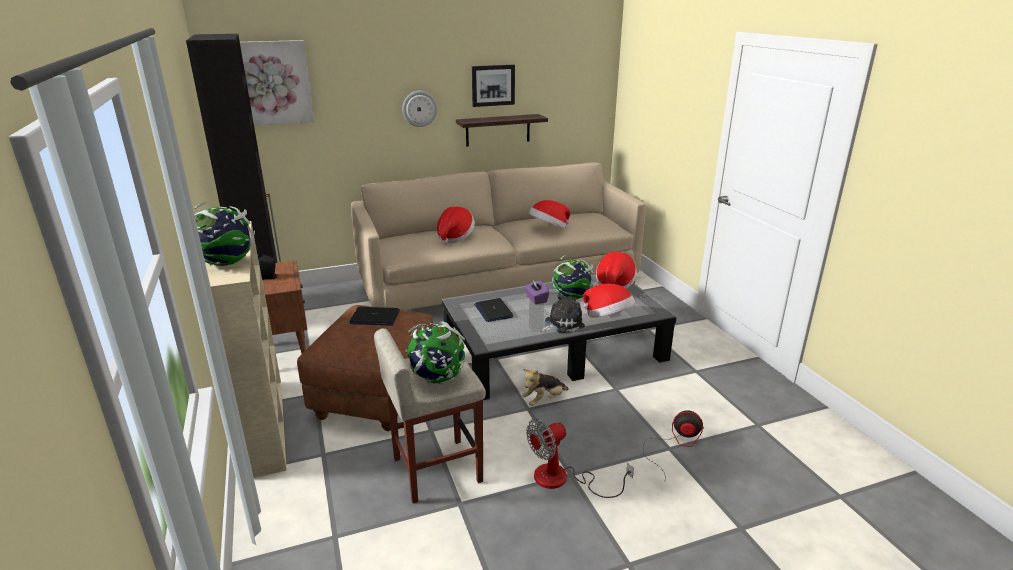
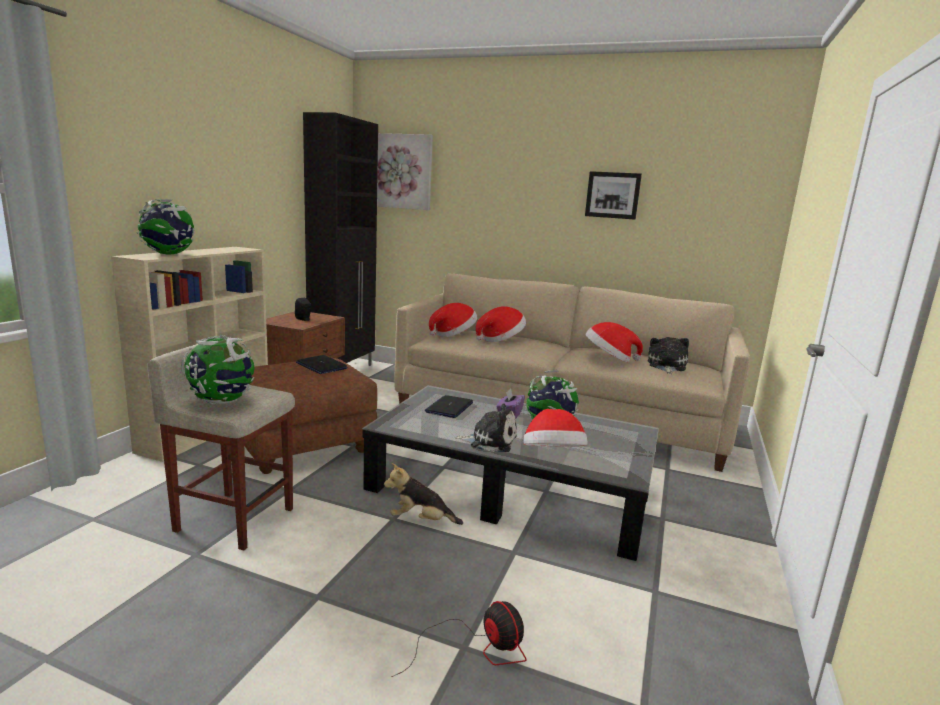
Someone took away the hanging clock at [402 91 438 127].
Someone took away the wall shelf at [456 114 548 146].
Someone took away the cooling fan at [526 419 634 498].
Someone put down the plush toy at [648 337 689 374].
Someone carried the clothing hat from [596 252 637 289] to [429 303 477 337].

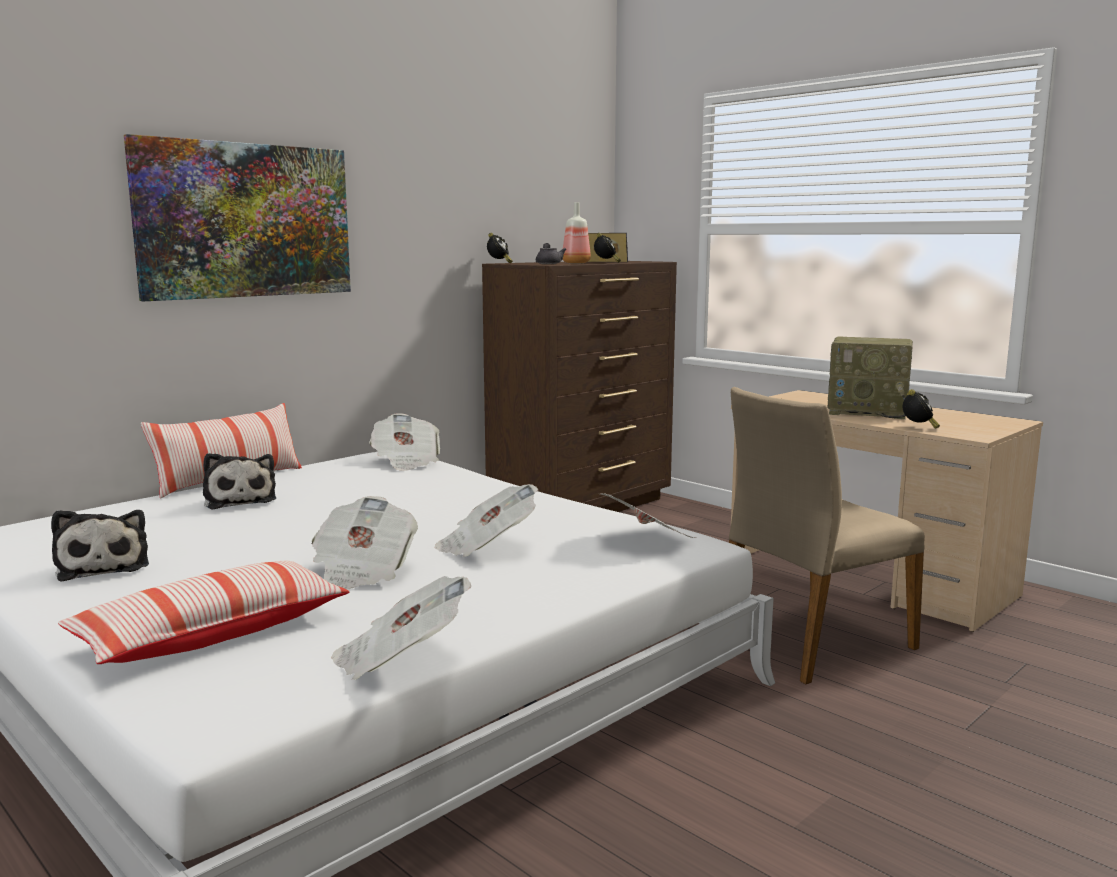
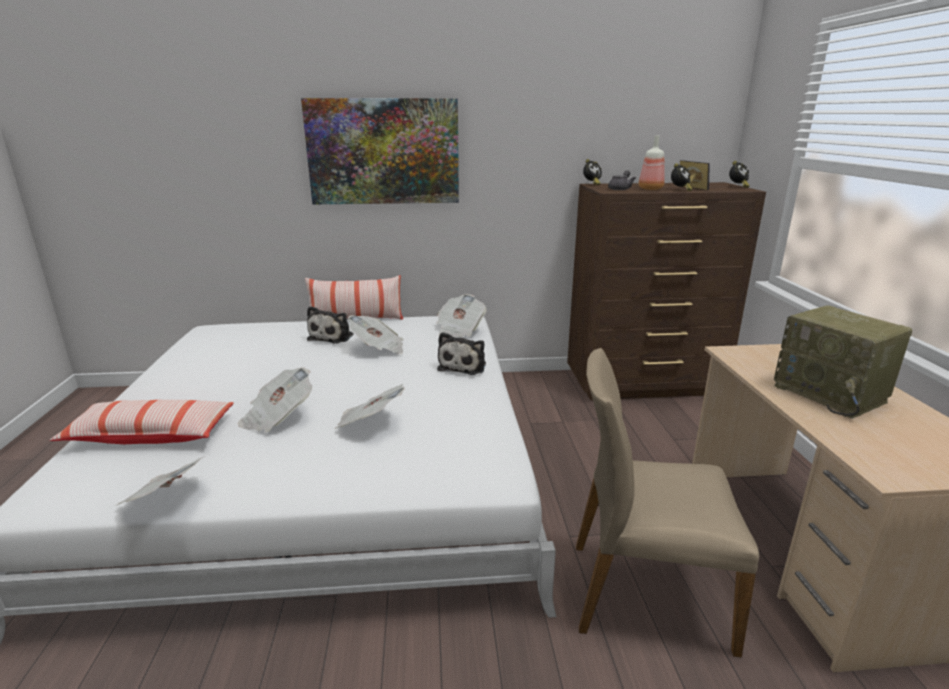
Someone carried the plush toy from [51 510 149 582] to [437 332 486 375].
Someone carried the printed paper from [600 493 695 538] to [348 315 404 354].
Someone carried the bedside clock from [903 389 940 429] to [729 161 750 188].

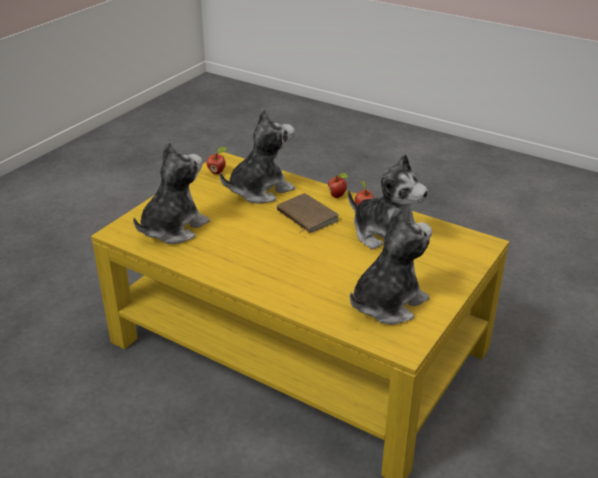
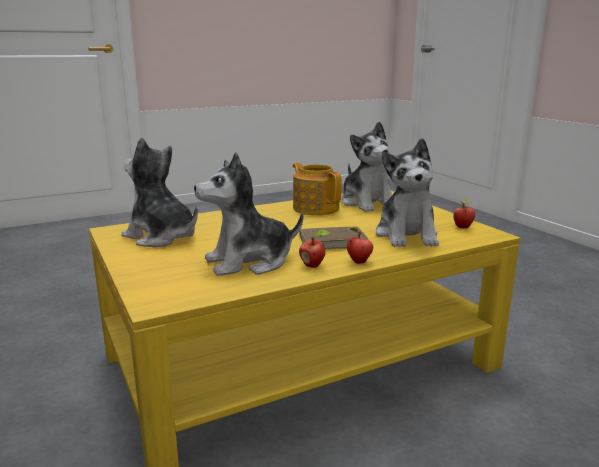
Someone put down the pot for tea at [293 163 342 215].
Someone rotated the plush toy at [350 208 432 325] by 135 degrees clockwise.

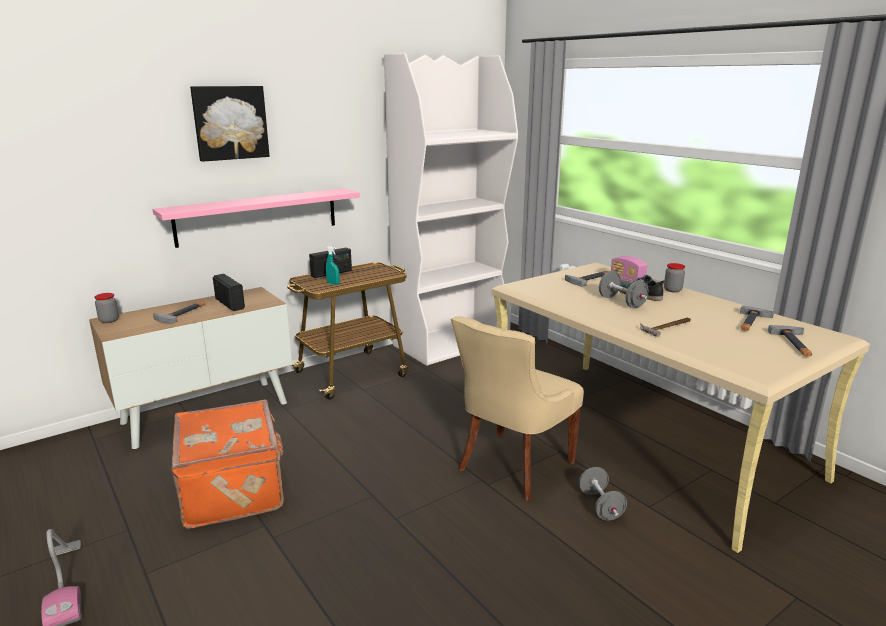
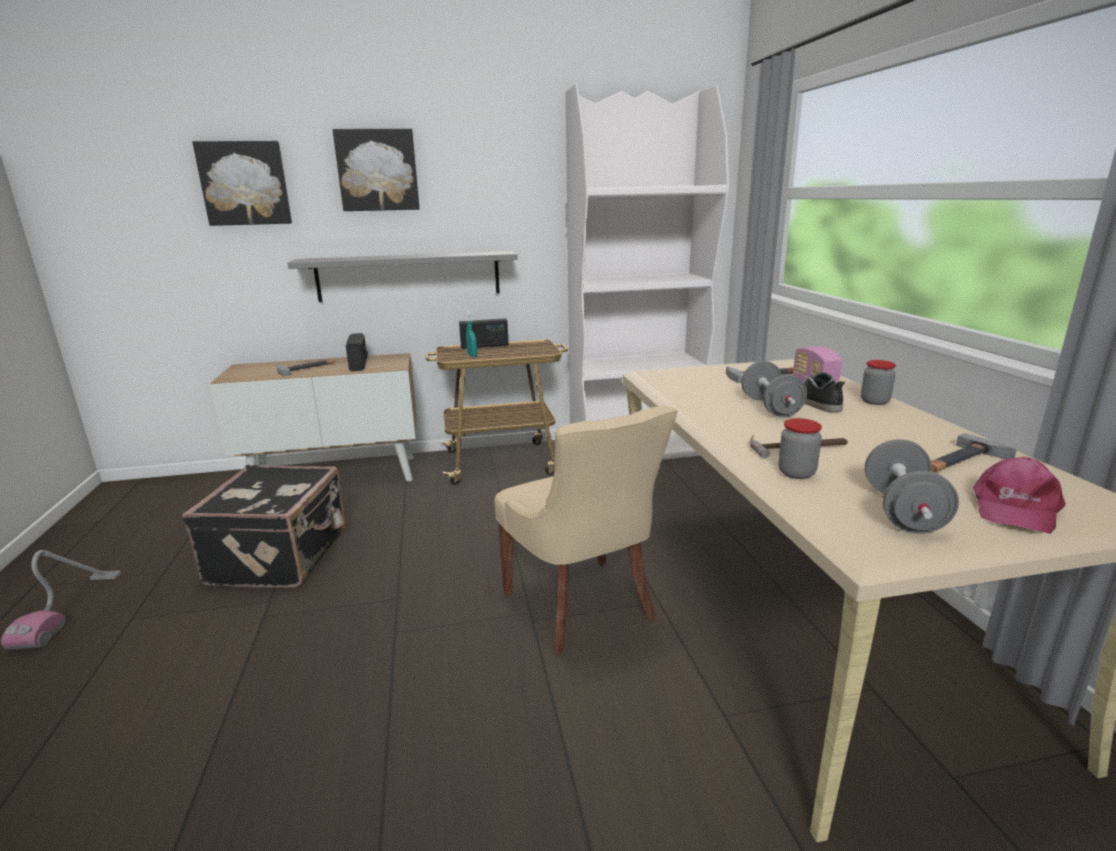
Someone put up the wall picture at [192 141 292 226].
Someone carried the storage jar from [95 293 119 323] to [778 418 822 479].
Someone carried the hand weight (grey) from [579 467 627 520] to [865 439 959 534].
Someone swapped the hand hammer at [768 325 812 357] for the peaked cap (pink-coloured) at [973 457 1066 534].
Someone repainted the wall shelf (pink-coloured) at [153 188 360 248], which became the wall shelf (grey) at [288 251 518 302].
Someone repainted the piece of luggage (orange-coloured) at [172 400 284 529], which became the piece of luggage (black-coloured) at [182 465 346 588].
Someone rotated the plain chair (beige-coloured) at [451 316 584 501] by 90 degrees counterclockwise.

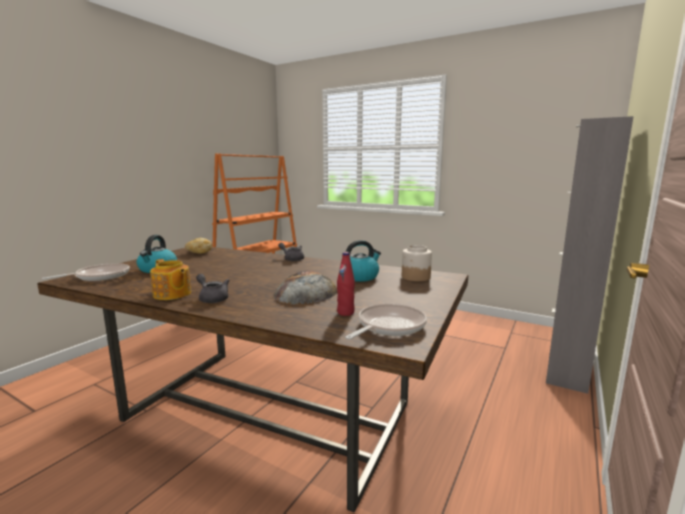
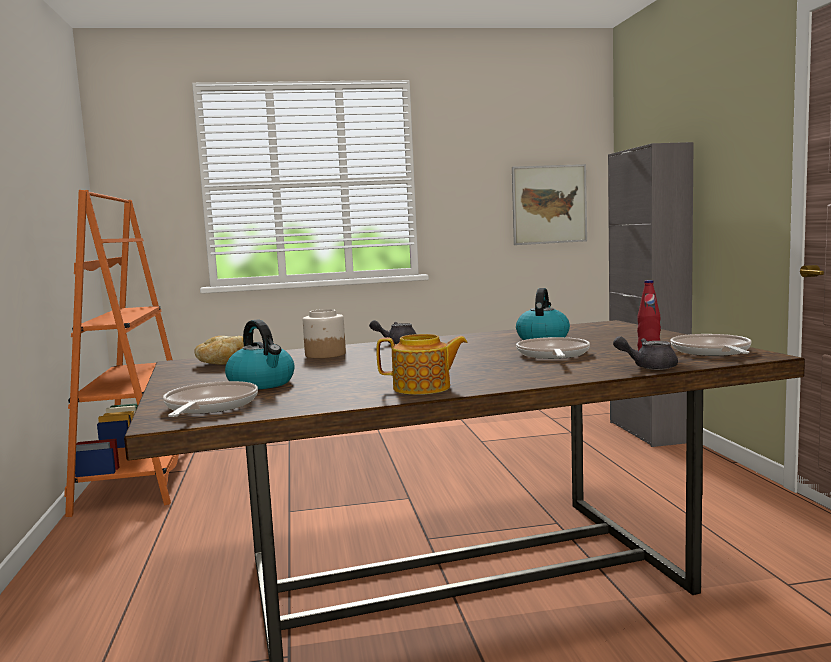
Someone put up the wall picture at [512 164 587 245].
Someone carried the pot for tea (grey) from [196 274 229 303] to [613 336 678 370].
Someone carried the storage jar from [402 245 432 281] to [303 309 346 358].
Someone swapped the bread at [273 270 337 304] for the skillet at [516 337 590 359].

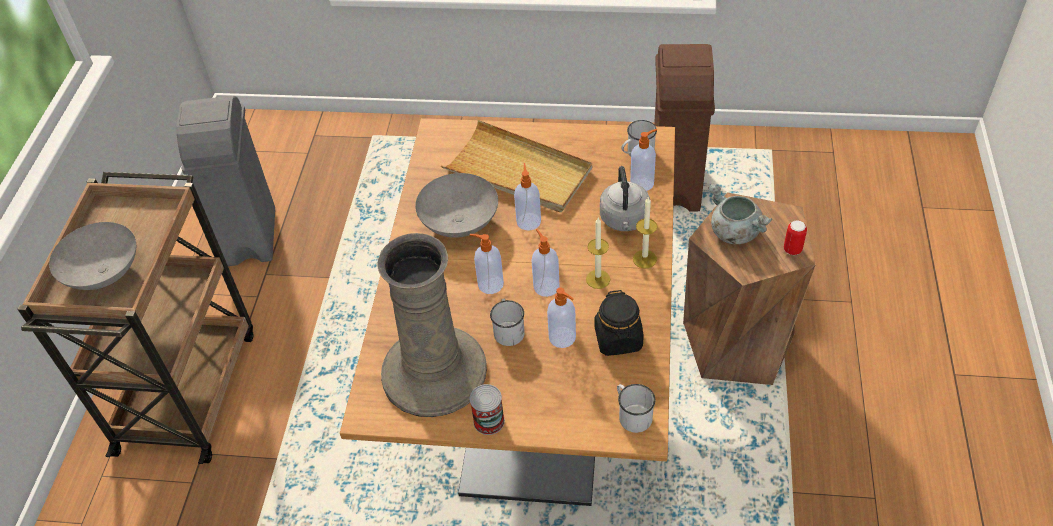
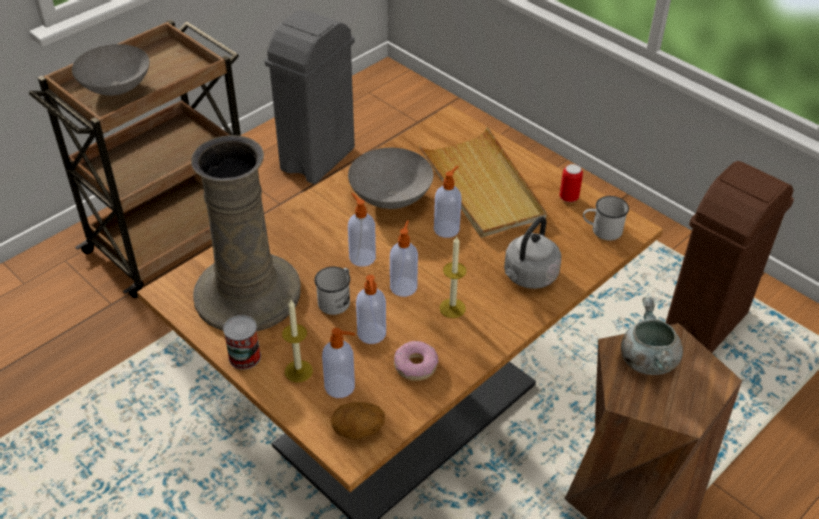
Someone carried the soap dispenser from [630 129 657 191] to [322 328 355 398].
Someone carried the candle from [633 196 657 268] to [282 300 313 382].
Someone carried the metal can from [784 220 807 255] to [559 164 583 202].
Someone swapped the storage jar (black-coloured) at [594 290 643 356] for the ring doughnut at [394 341 439 381].
Someone swapped the coffee mug (whitish) at [617 384 655 433] for the potato at [331 402 385 440].

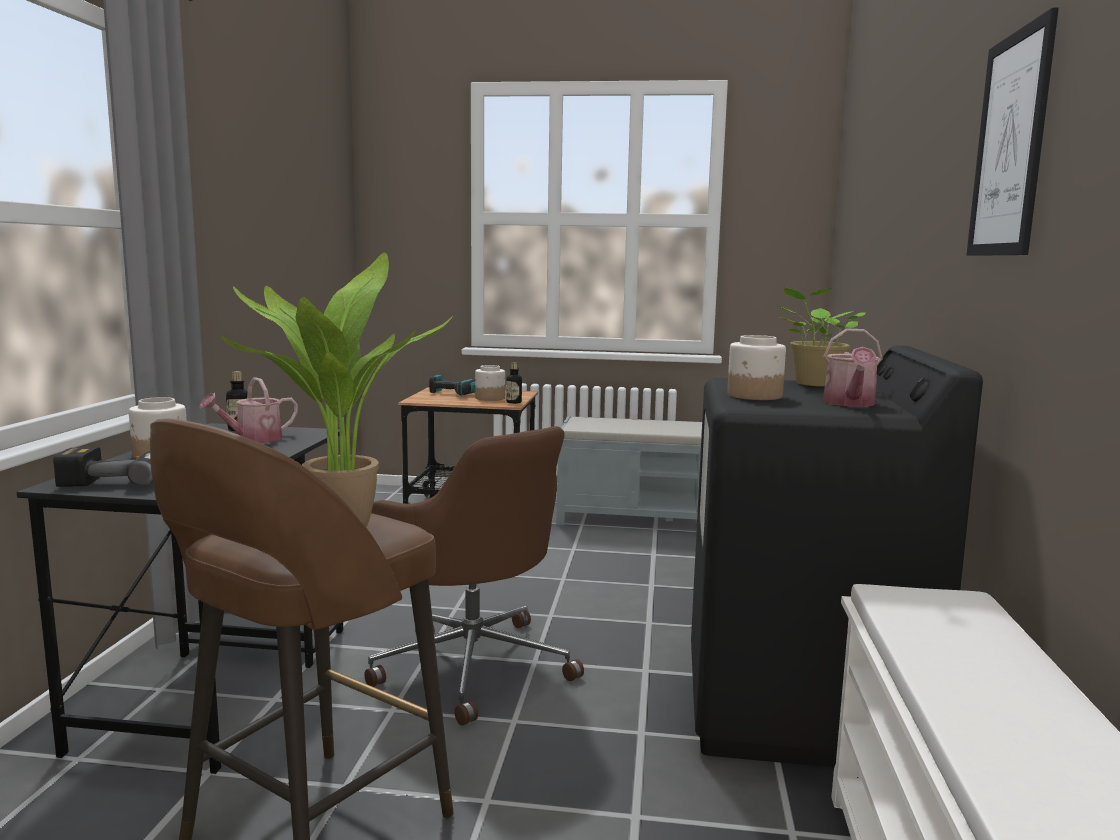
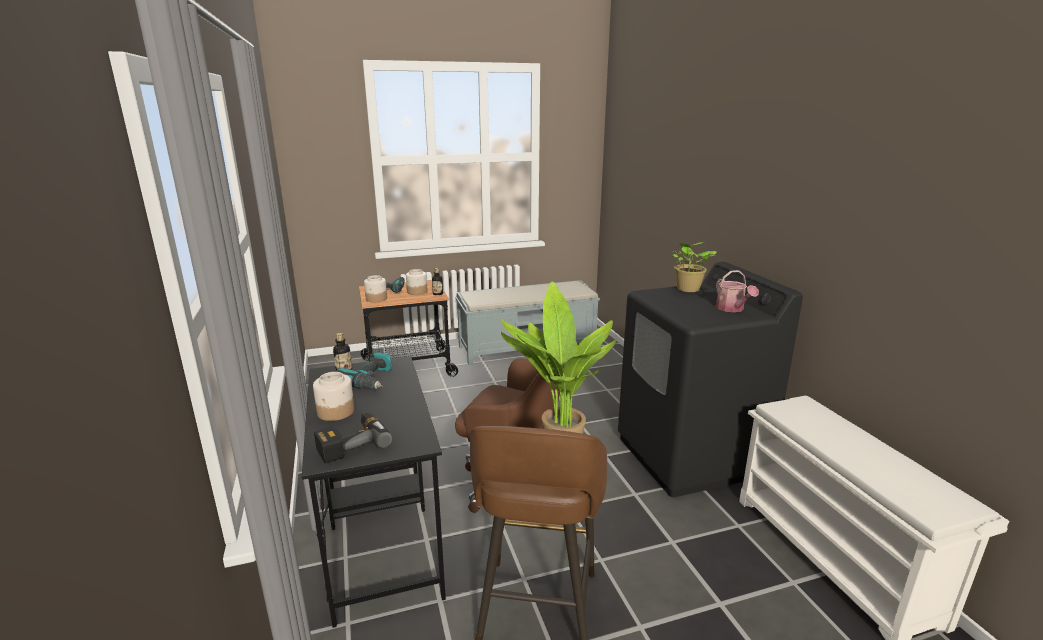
Someone took away the wall picture at [967 8 1059 256].
Someone carried the storage jar from [727 335 786 400] to [364 275 387 302].
Someone swapped the watering pot at [199 377 298 443] for the electric drill at [335 352 392 390].

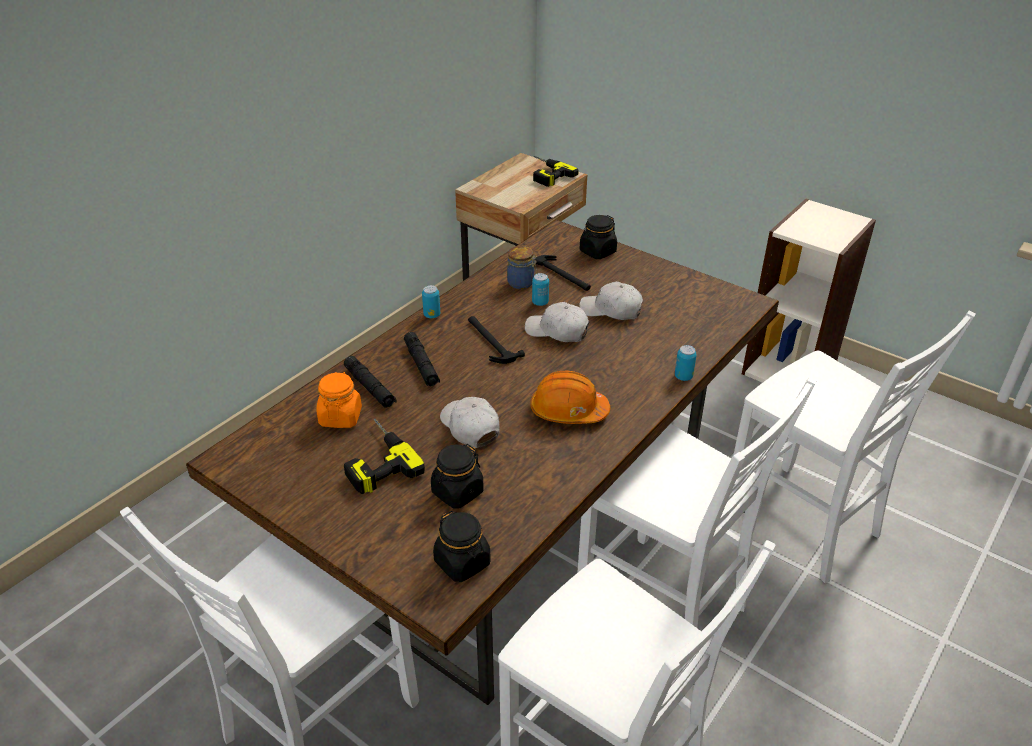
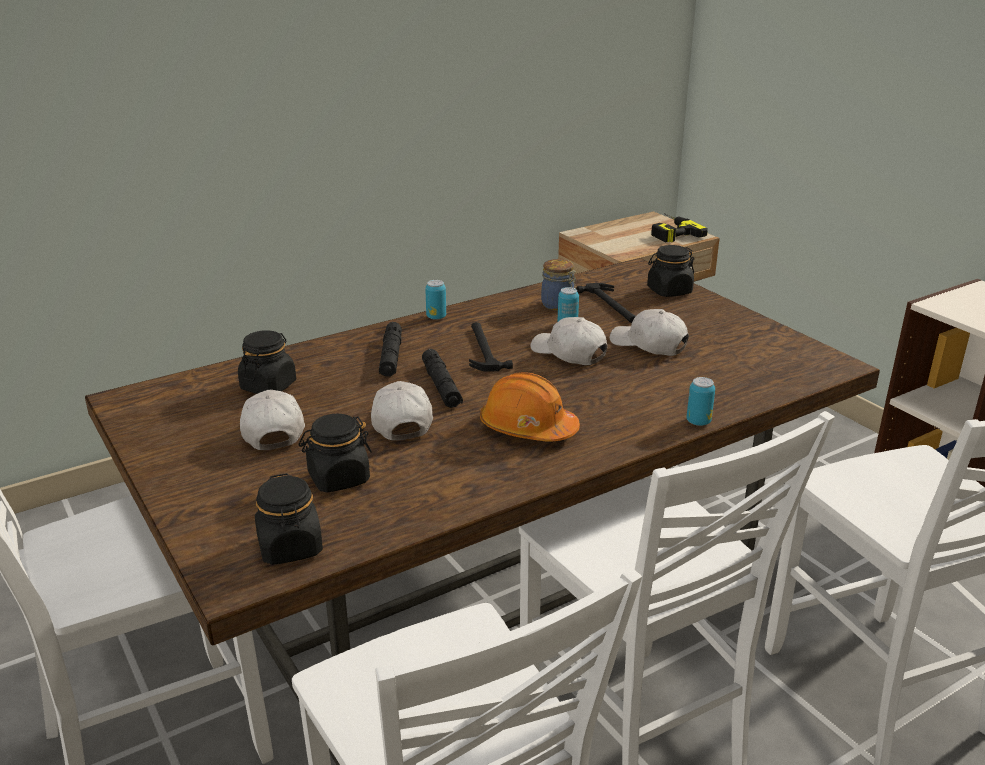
Someone carried the hand torch (black-coloured) from [344 356 397 408] to [422 349 463 408].
Someone swapped the electric drill at [344 418 425 494] for the peaked cap (whitish) at [240 390 305 450].
Someone repainted the storage jar (orange-coloured) at [317 372 362 428], which became the storage jar (black-coloured) at [238 330 296 394].

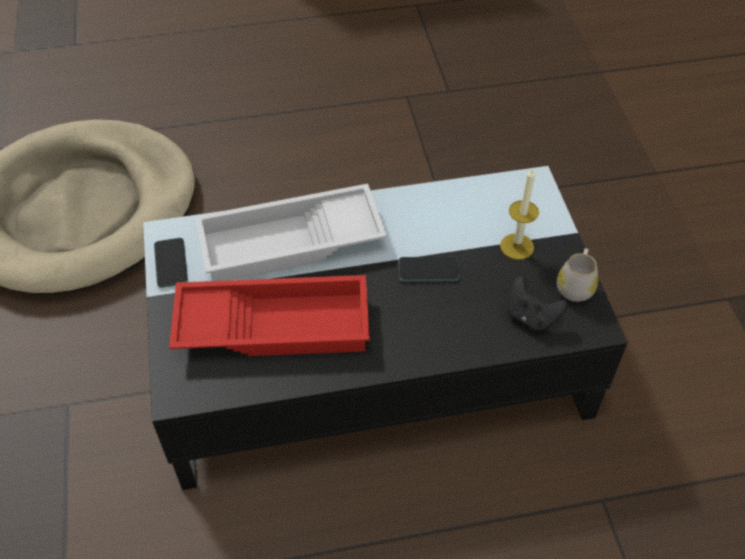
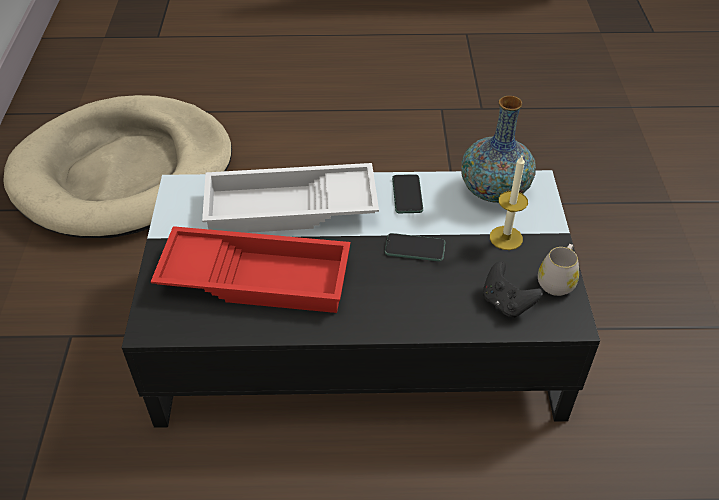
Someone put down the flower vase at [461 96 536 203].
Someone carried the handset from [154 238 188 288] to [392 174 423 213].

